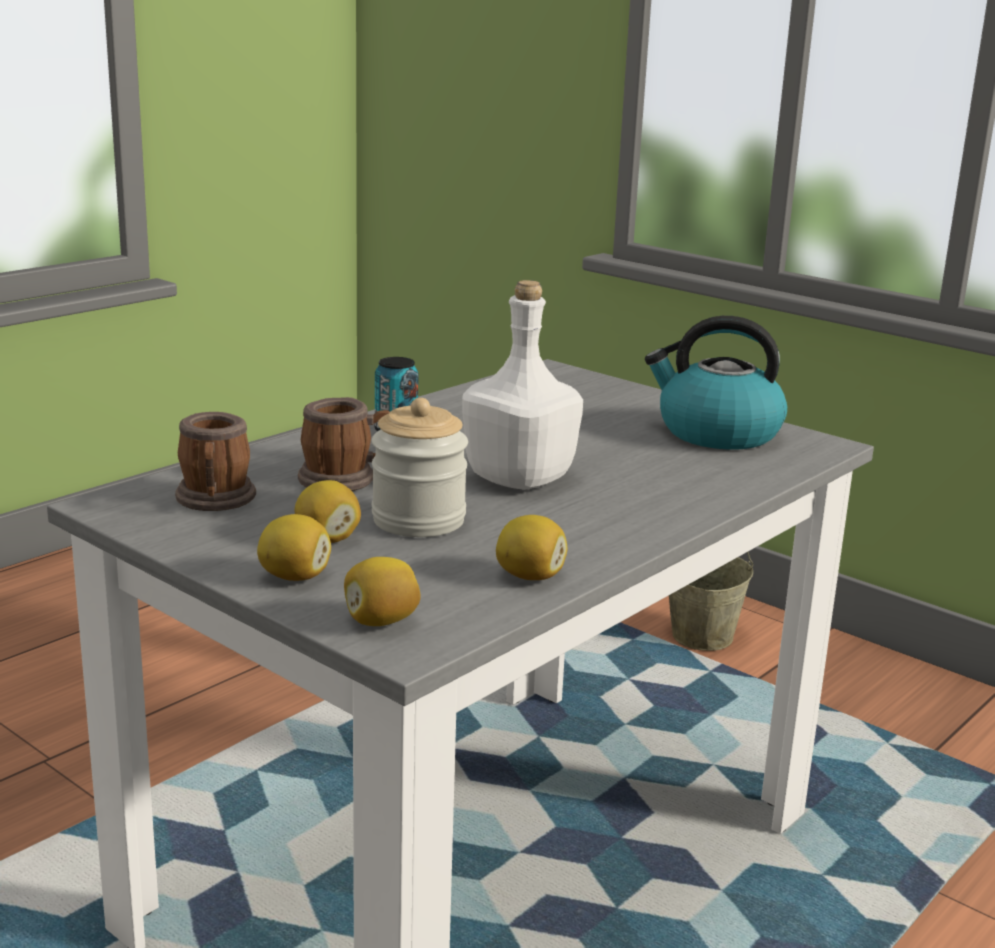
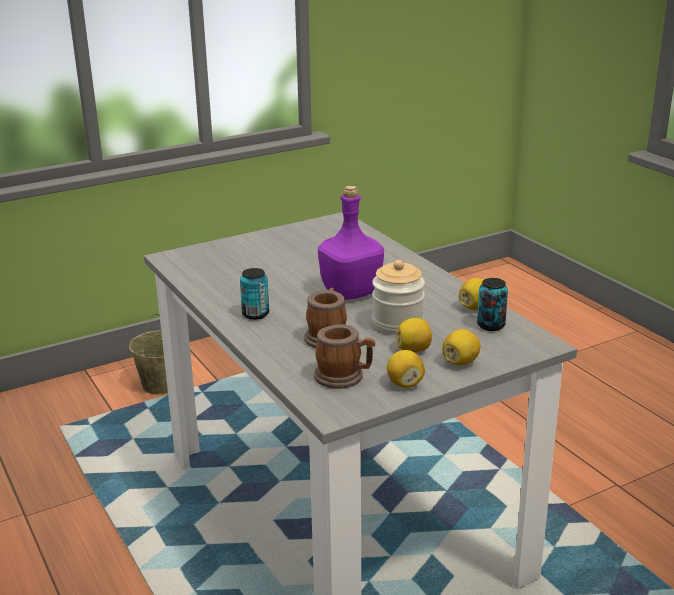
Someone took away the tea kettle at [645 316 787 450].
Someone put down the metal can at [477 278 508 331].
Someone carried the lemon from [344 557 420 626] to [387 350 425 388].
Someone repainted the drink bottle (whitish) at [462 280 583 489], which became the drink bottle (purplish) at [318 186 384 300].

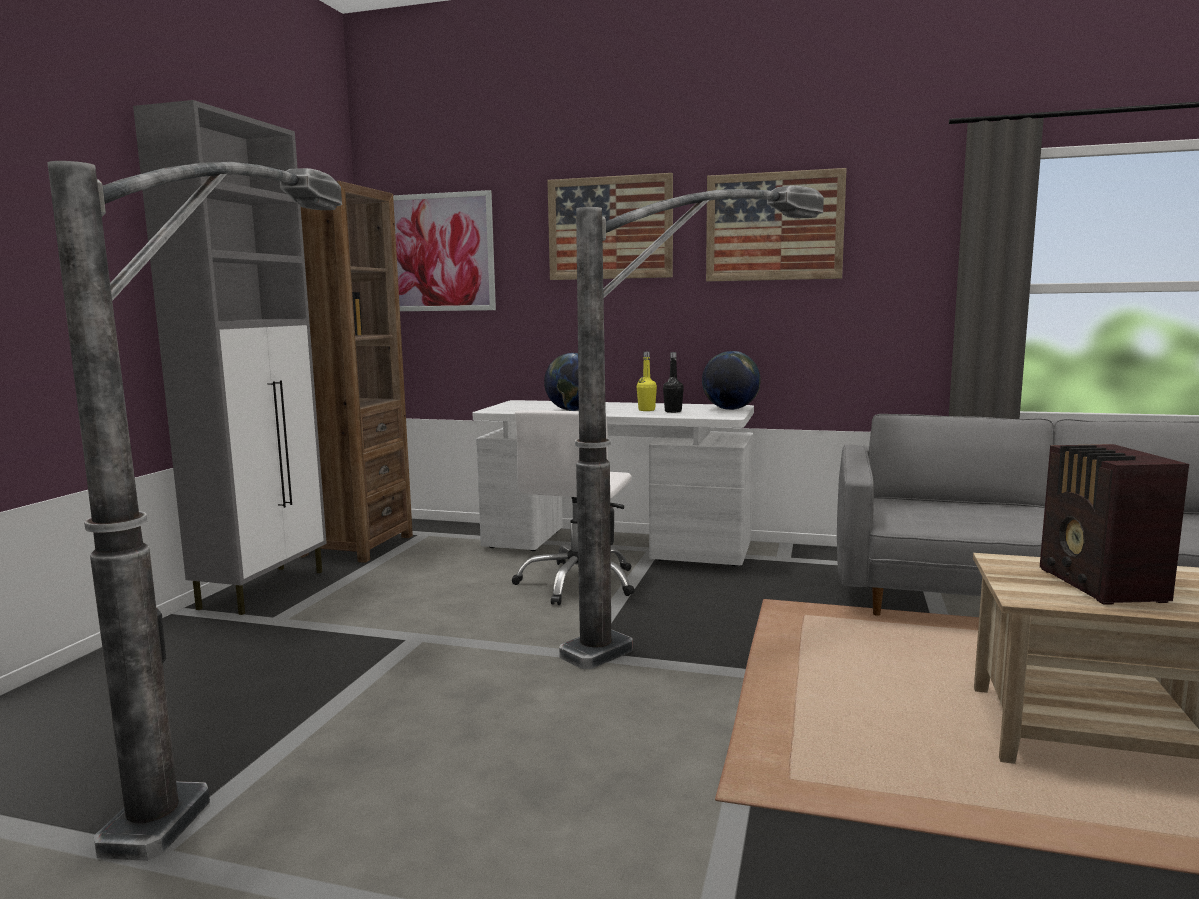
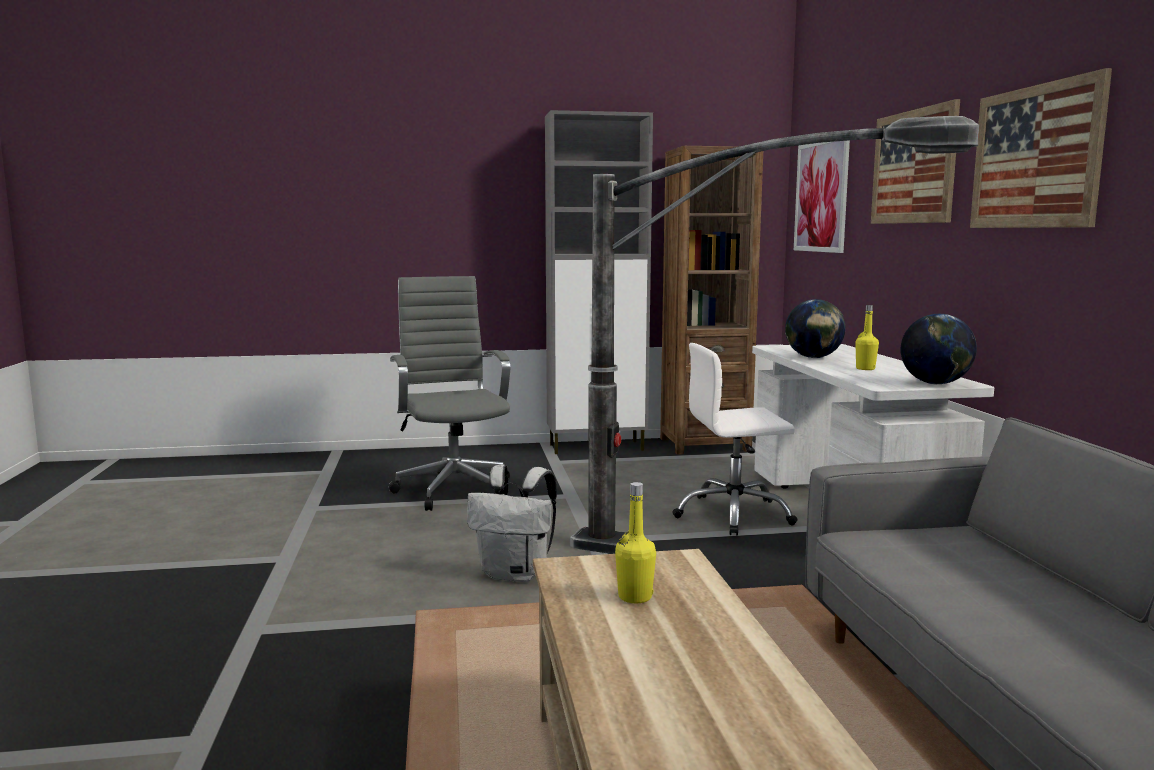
Someone took away the drink bottle (black-coloured) at [663 352 684 413].
Someone put down the rucksack (whitish) at [467 464 557 582].
Someone swapped the floor lamp at [47 161 342 861] for the desk chair (grey) at [389 276 510 511].
Someone swapped the radio at [1040 444 1189 605] for the drink bottle (yellow) at [615 482 656 603].

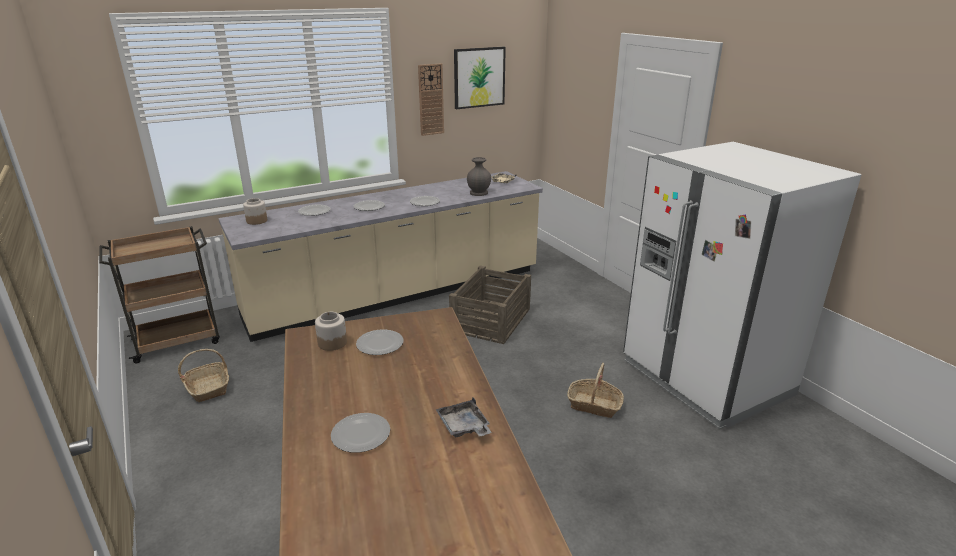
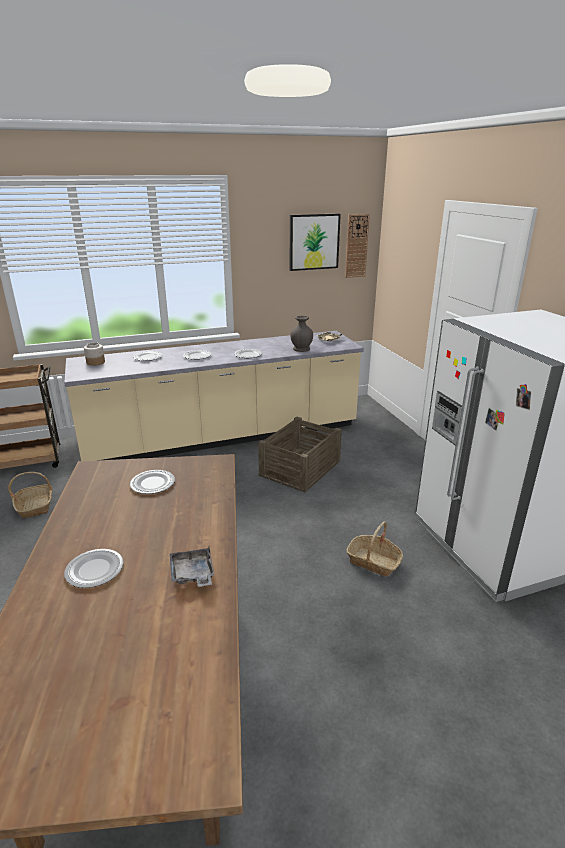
Someone took away the storage jar at [315 312 347 351].
Someone carried the hanging clock from [418 63 444 136] to [345 214 370 278].

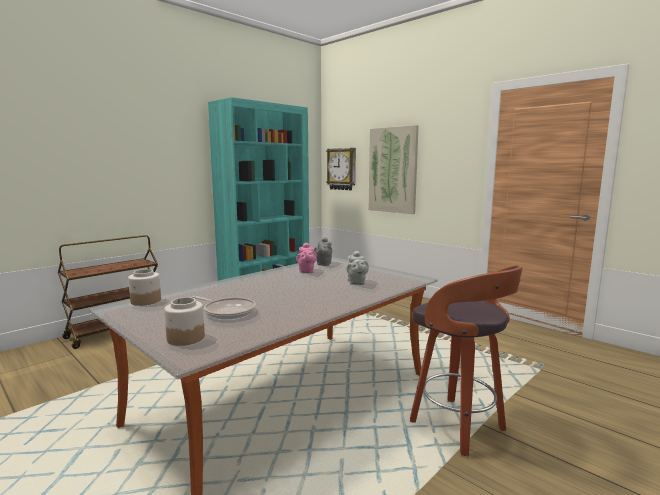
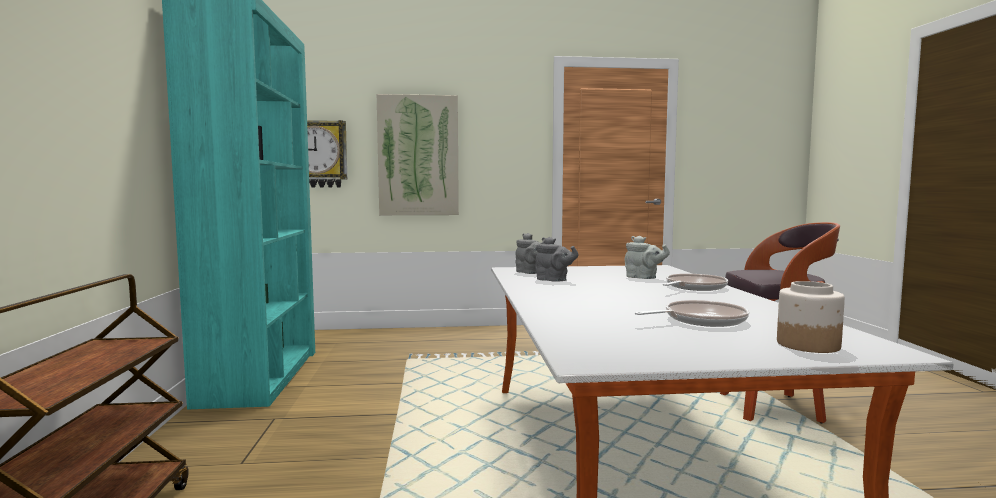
Someone took away the storage jar at [128 269 161 306].
Someone put down the skillet at [663 274 728 291].
Someone repainted the pot for tea (pink-coloured) at [296 242 317 273], which became the pot for tea (grey) at [535 237 578 282].

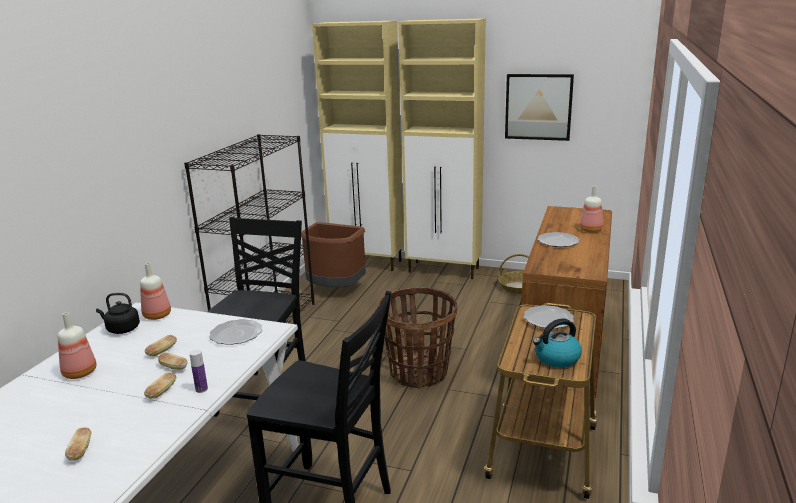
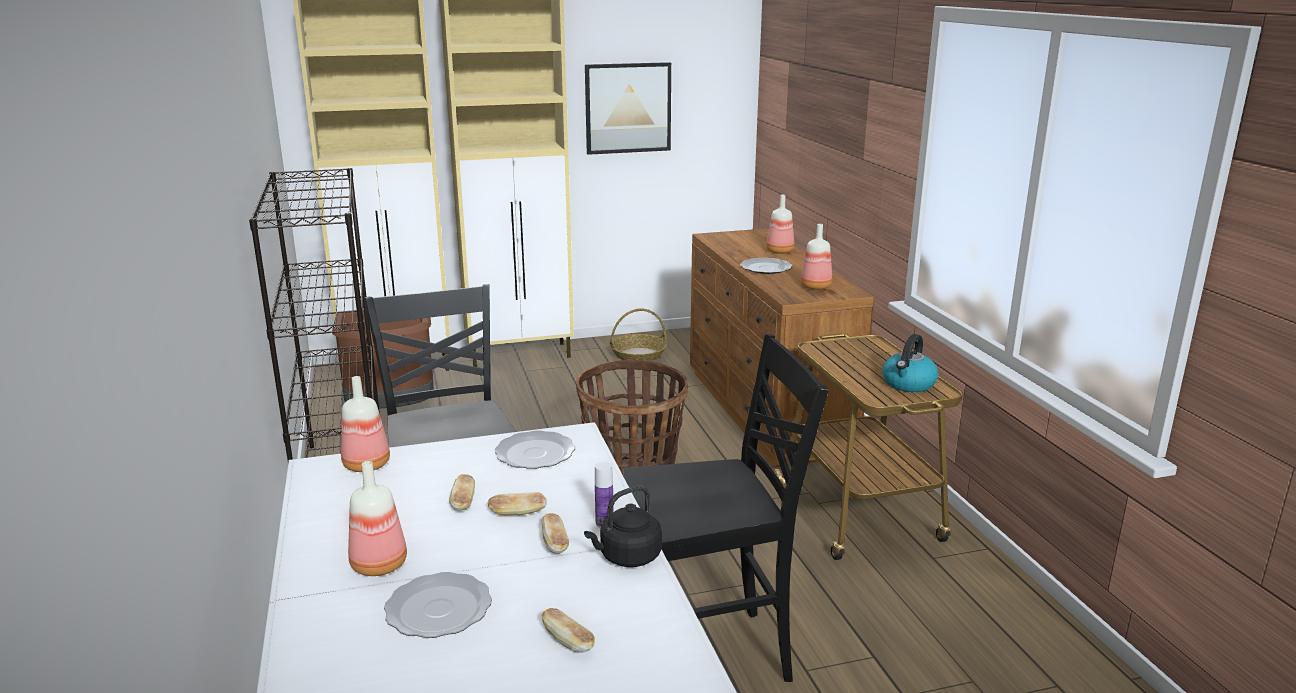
Someone put down the drink bottle at [800 224 832 290].
Someone carried the tea kettle (black-coloured) from [96 293 140 334] to [584 486 662 567].
Someone carried the flat dish from [524 305 574 329] to [384 572 492 638].

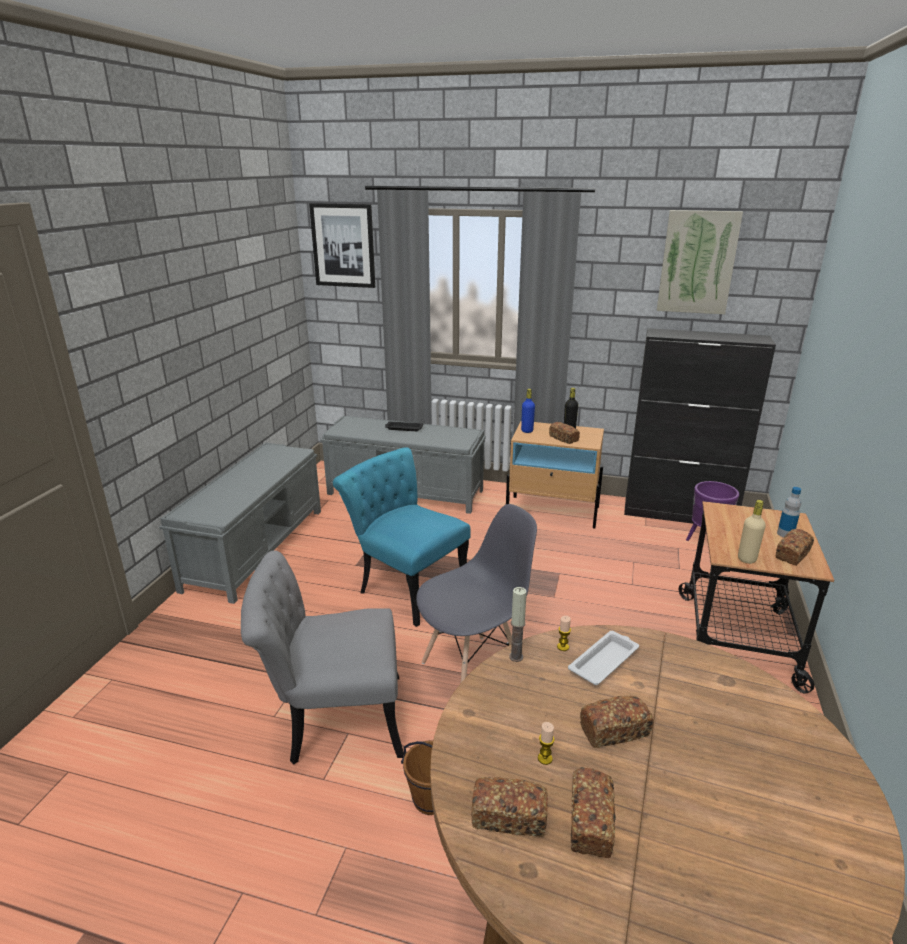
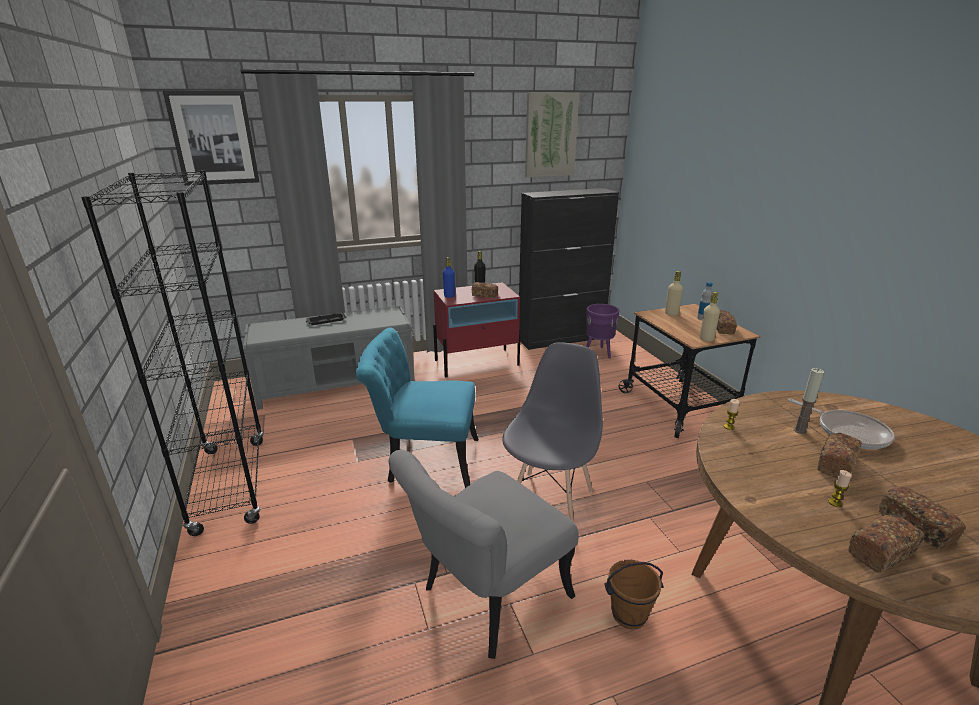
Someone took away the tray (whitish) at [568 631 639 685].
Someone put down the drink bottle (beige-coloured) at [665 271 683 316].
Someone put down the skillet at [788 398 895 449].
Someone carried the candle from [509 587 527 662] to [794 368 824 434].
Someone swapped the bench (grey) at [159 443 321 604] for the bookshelf (black-coloured) at [81 170 264 536].
Someone repainted the night table (beige-coloured) at [506 422 604 529], which became the night table (reddish) at [433 282 521 378].

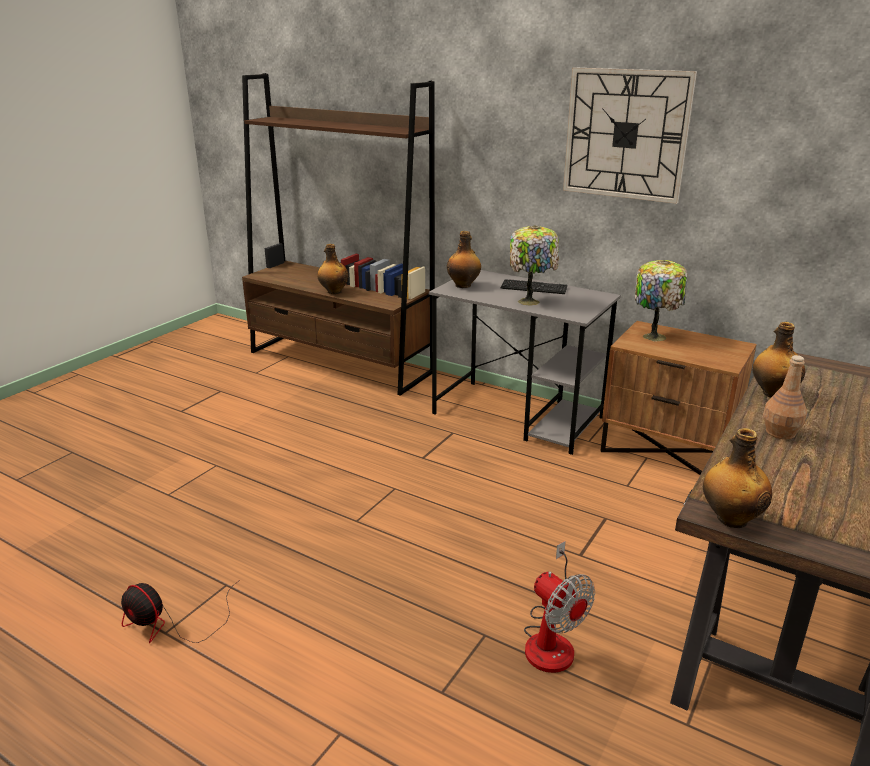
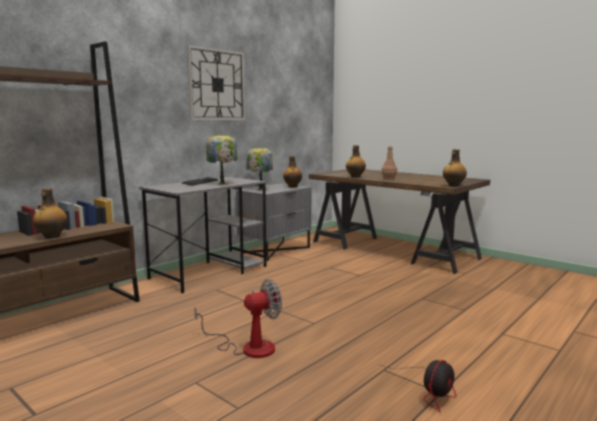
Someone carried the drink bottle from [447 231 481 288] to [283 156 302 187].
Someone carried the cooling fan from [524 541 595 673] to [194 279 282 358].
Someone repainted the night table (brown-coloured) at [601 321 757 475], which became the night table (grey) at [236 183 311 261].

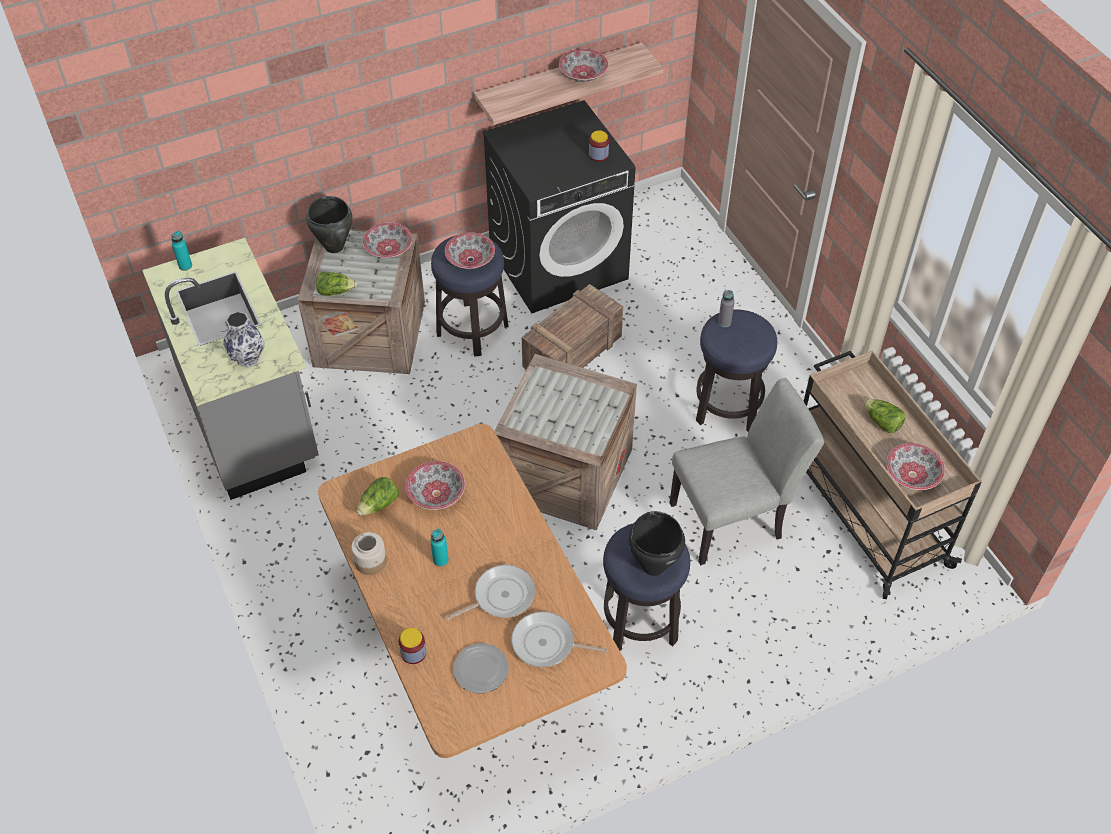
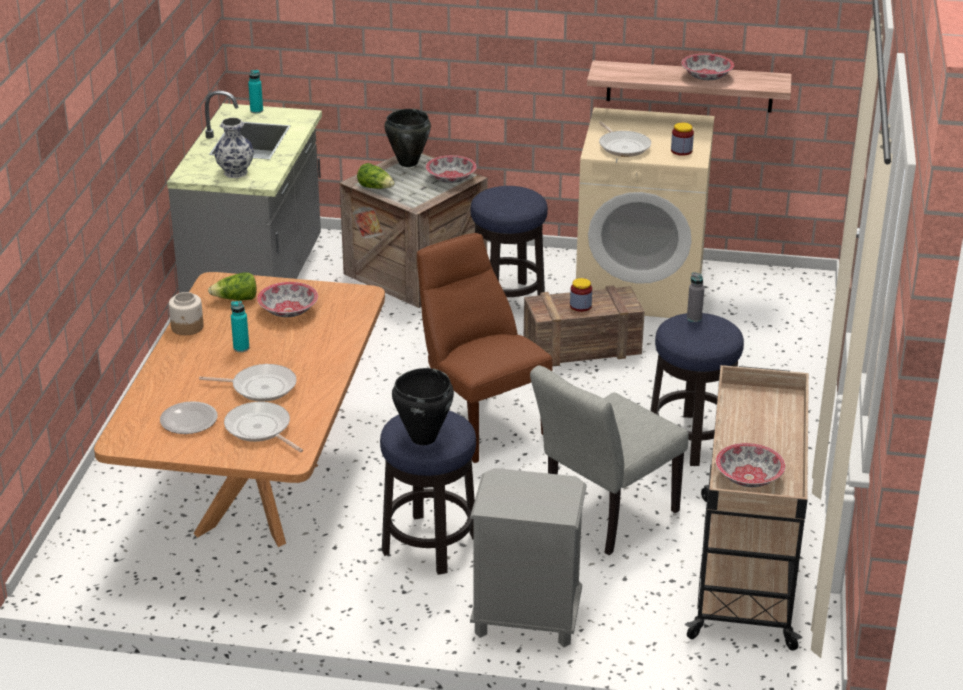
Someone took away the deep dish at [445 233 495 269].
Someone took away the head of lettuce at [864 399 906 433].
Someone put down the night table (grey) at [470 468 587 647].
Someone put down the skillet at [599 122 651 157].
Someone carried the storage jar from [399 628 426 664] to [570 278 592 312].
Someone swapped the packing crate at [494 354 637 530] for the plain chair (brown-coloured) at [417 233 553 463].
Someone repainted the laundry machine (black-coloured) at [482 100 636 313], which became the laundry machine (beige-coloured) at [576 107 714 318].
Someone rotated the plain chair (grey) at [670 378 824 565] by 120 degrees clockwise.

